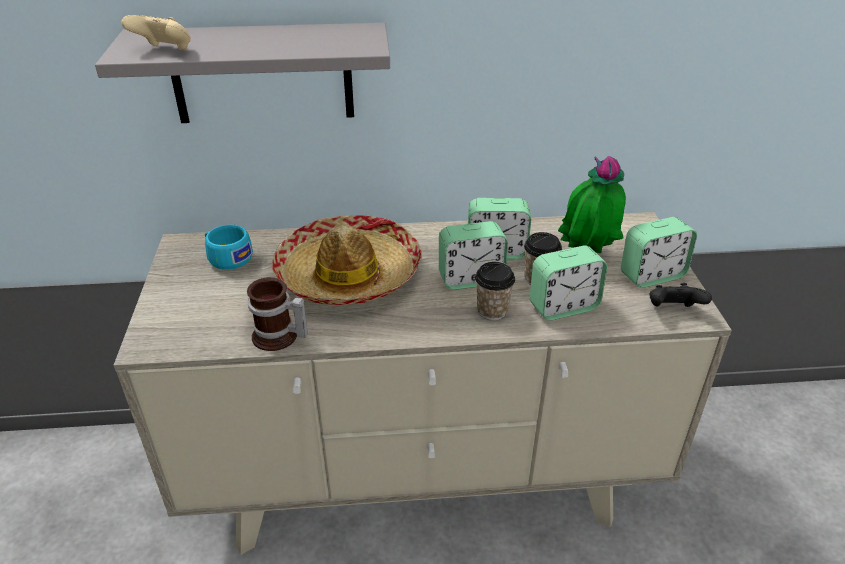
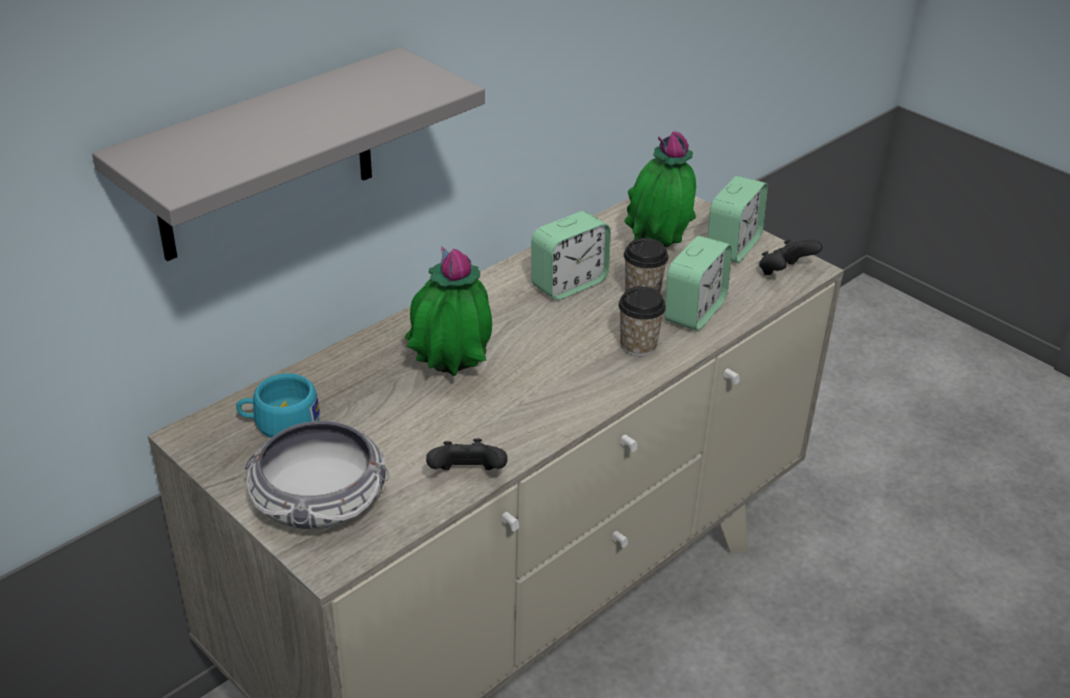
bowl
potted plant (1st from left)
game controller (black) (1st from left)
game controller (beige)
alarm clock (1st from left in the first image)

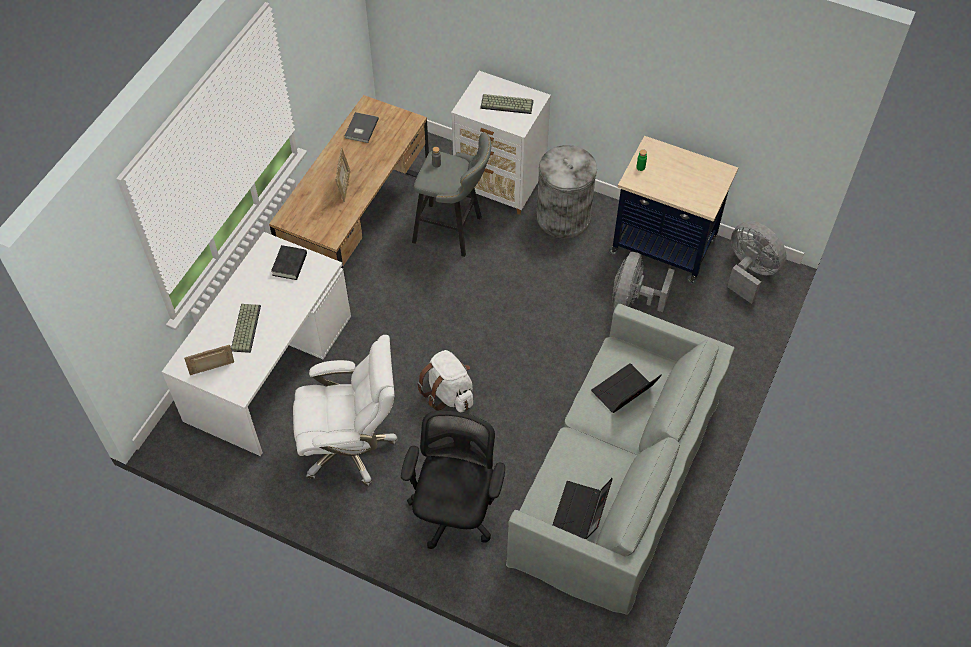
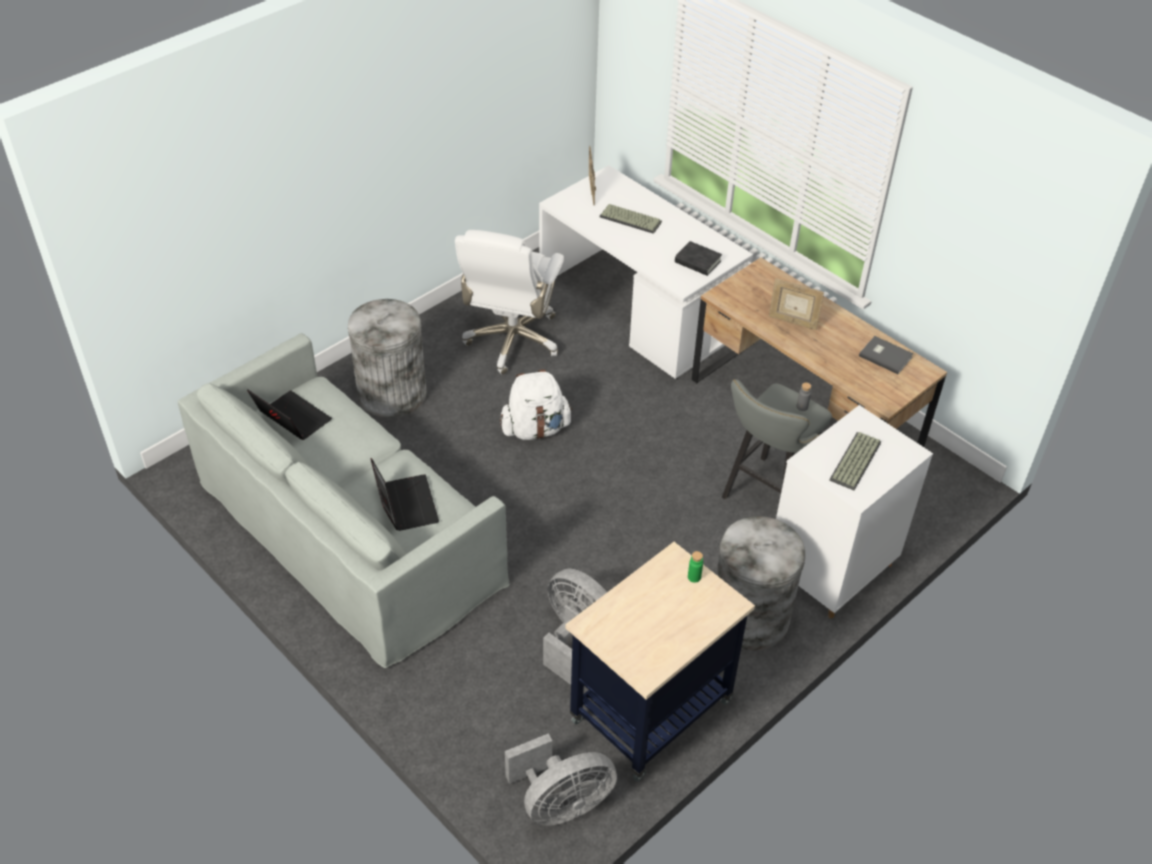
trash can (grey) (1st from left)

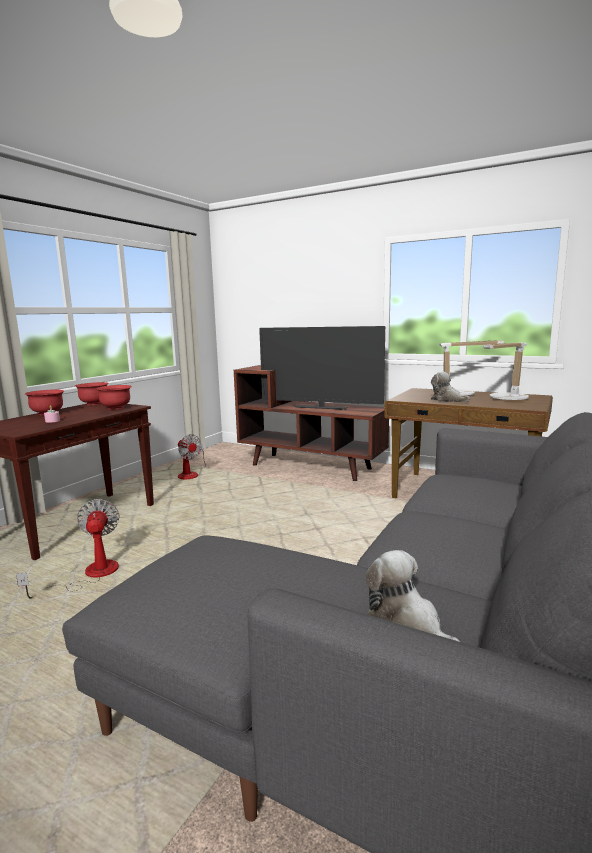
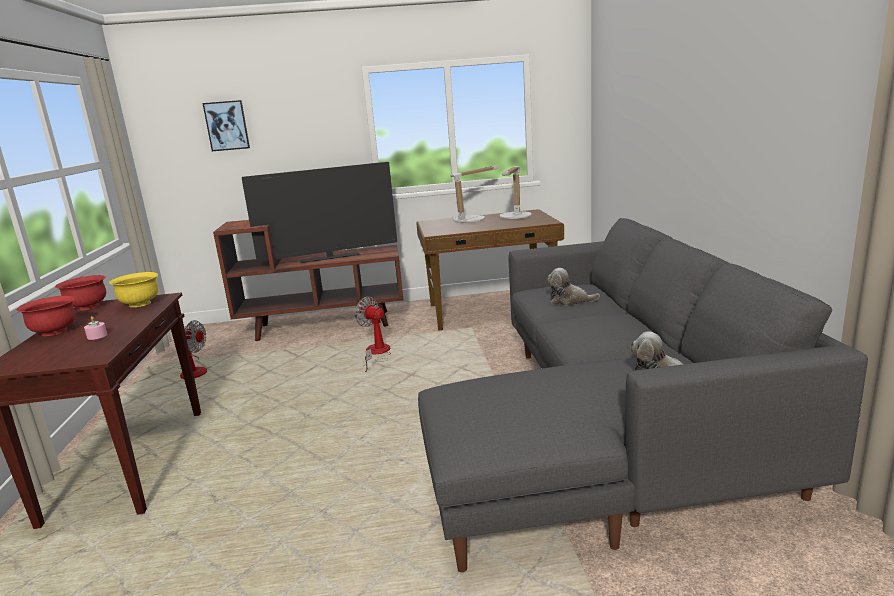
bowl (yellow)
picture
fan (2nd from left)
plush toy (1st from left)

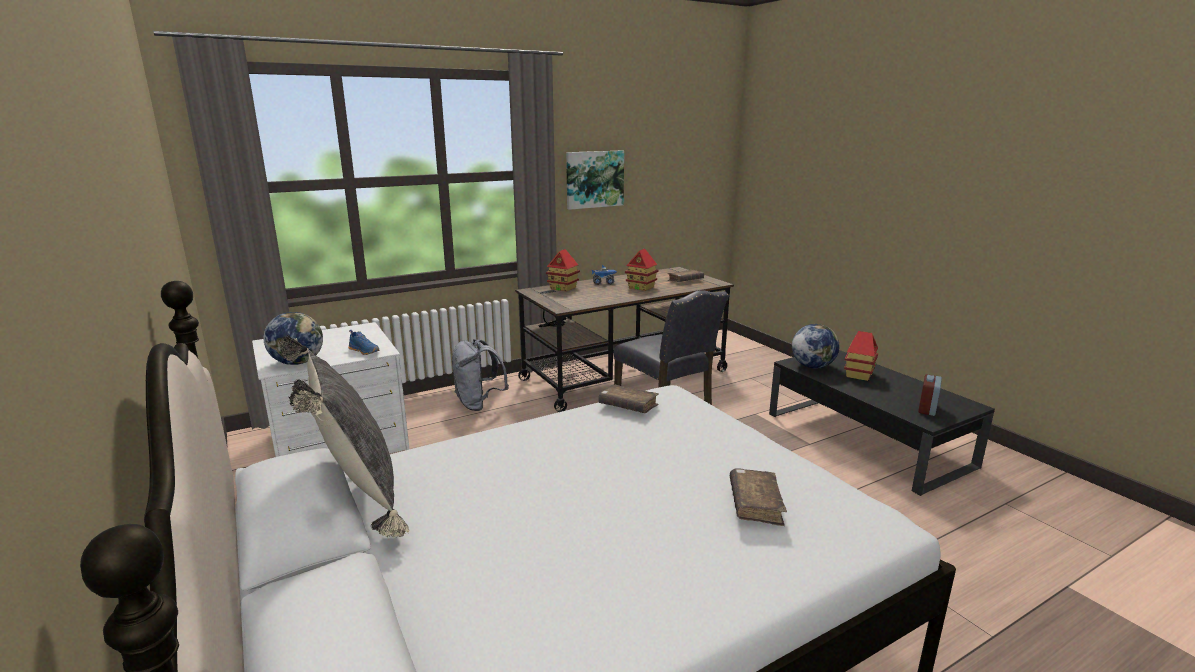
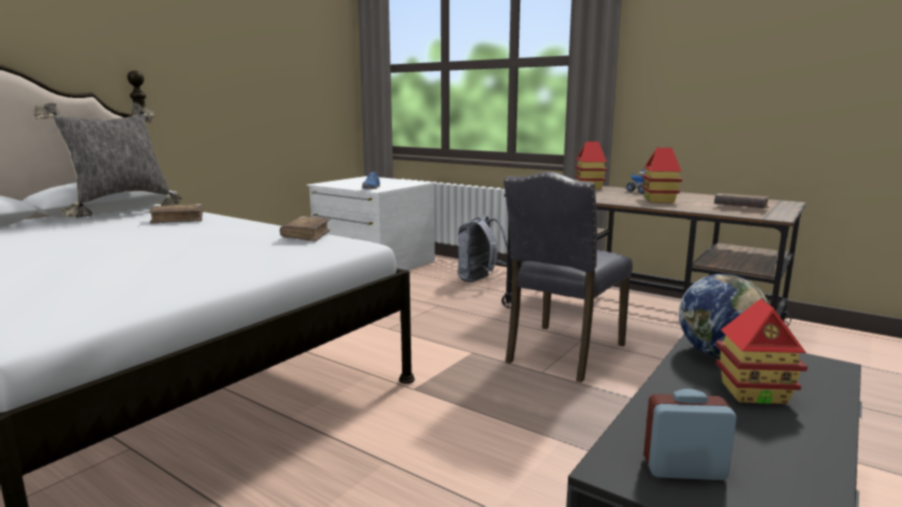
book (brown) (1st from left)
globe (1st from left in the first image)
picture

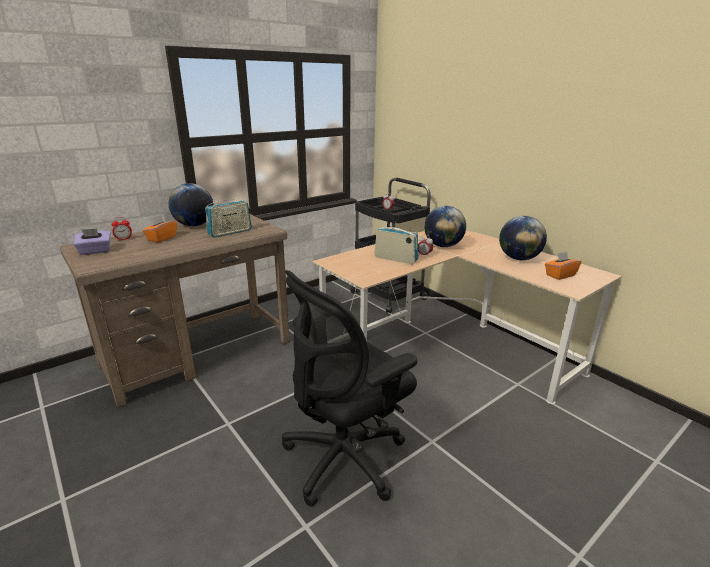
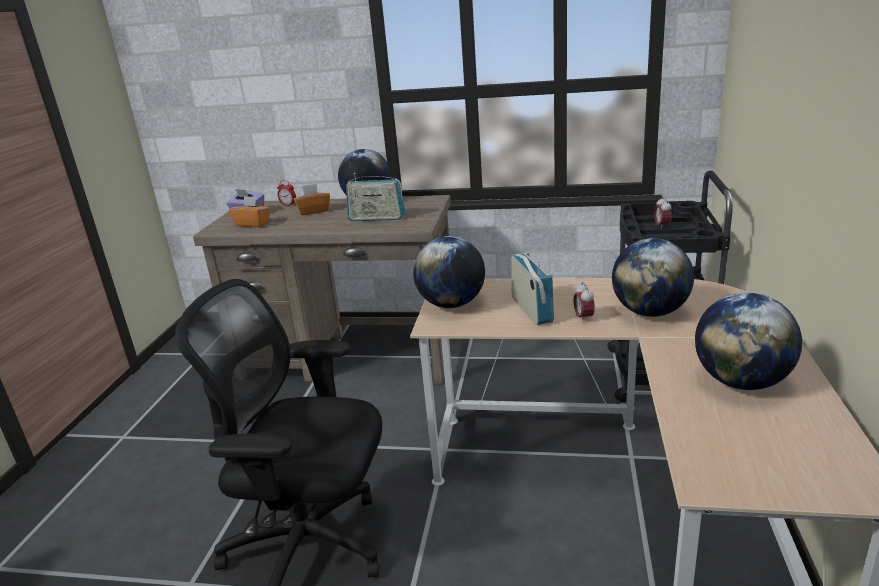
tissue box (orange) (1st from left)
globe (2nd from left)

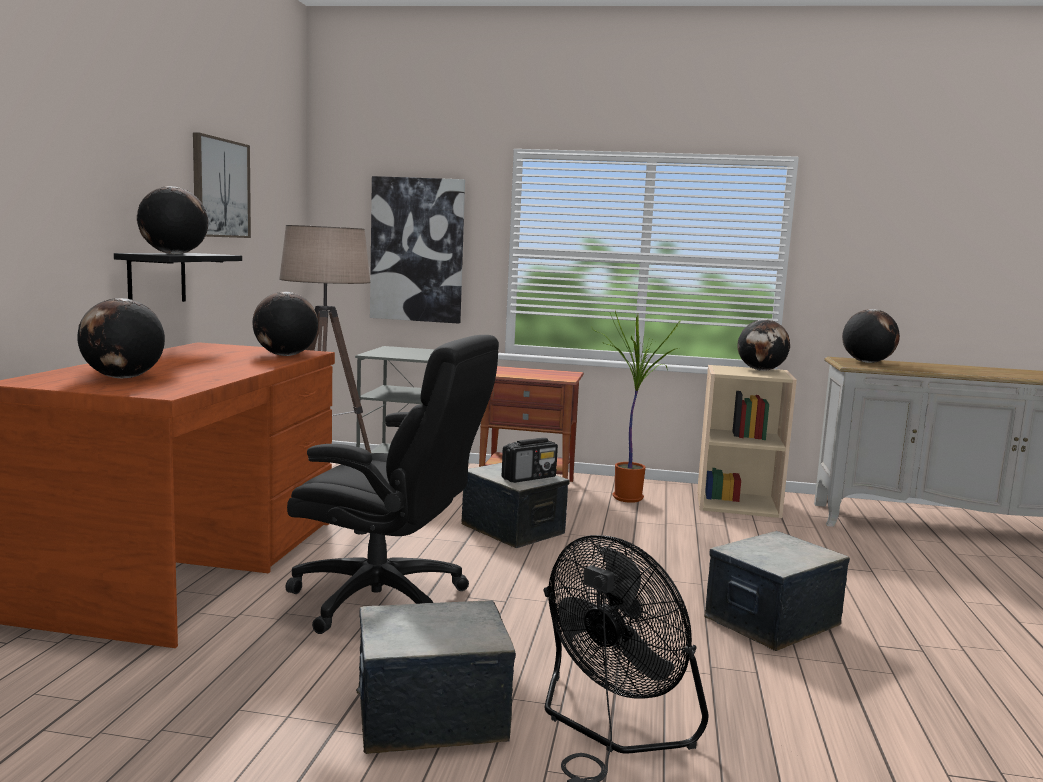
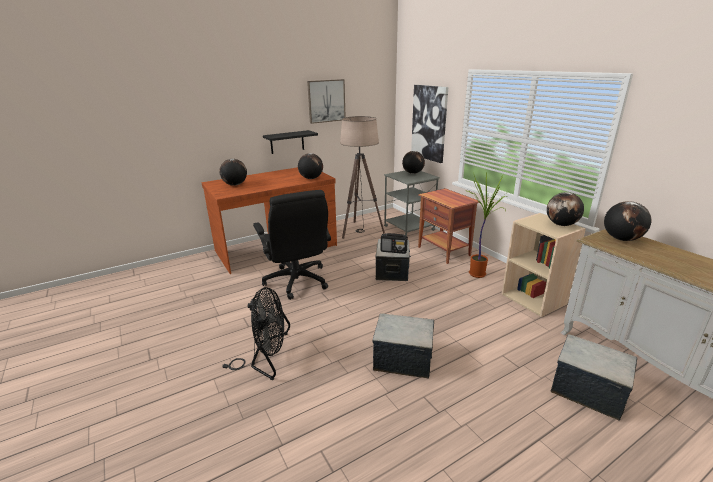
globe (3rd from left)
storage box (3rd from left)

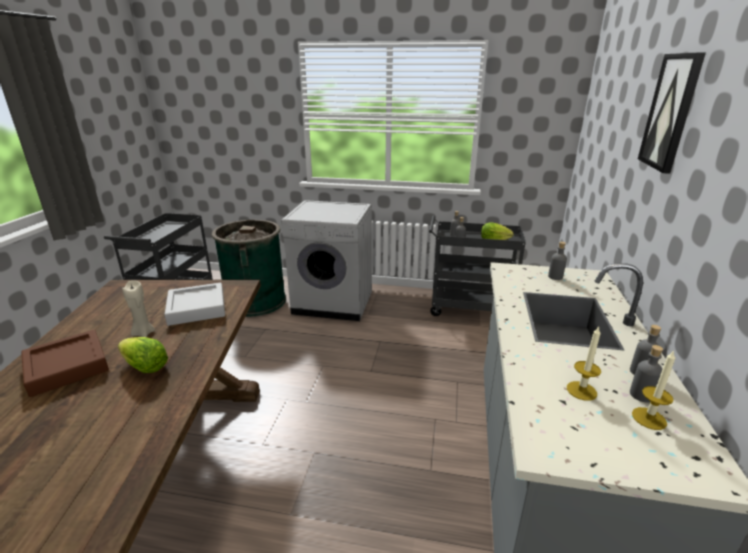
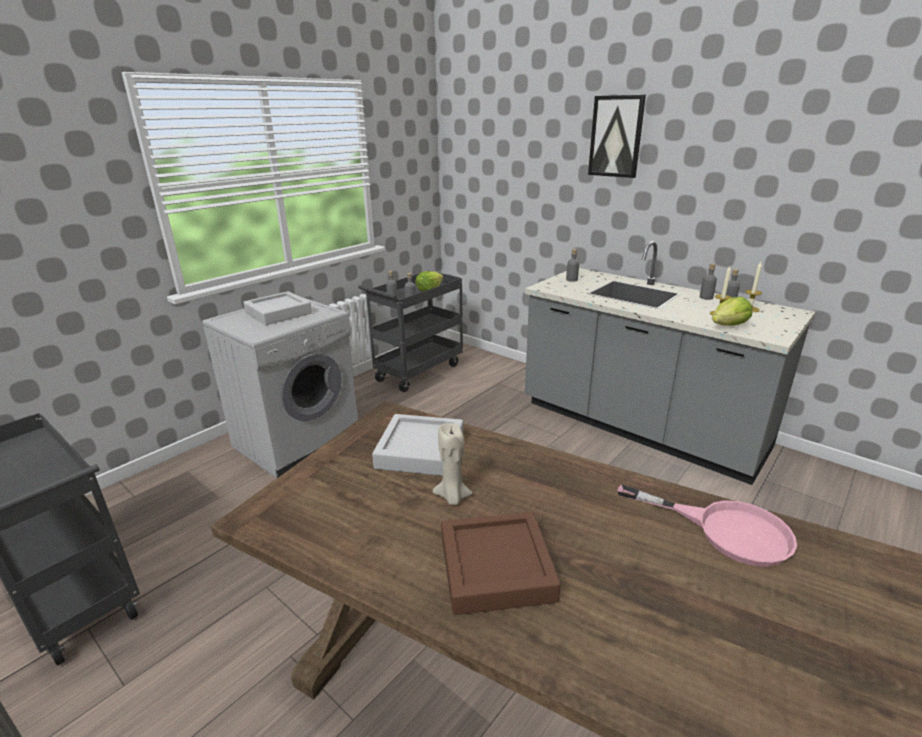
tray (grey) (1st from left)
frying pan (pink)
lettuce (2nd from left)
trash can (green)

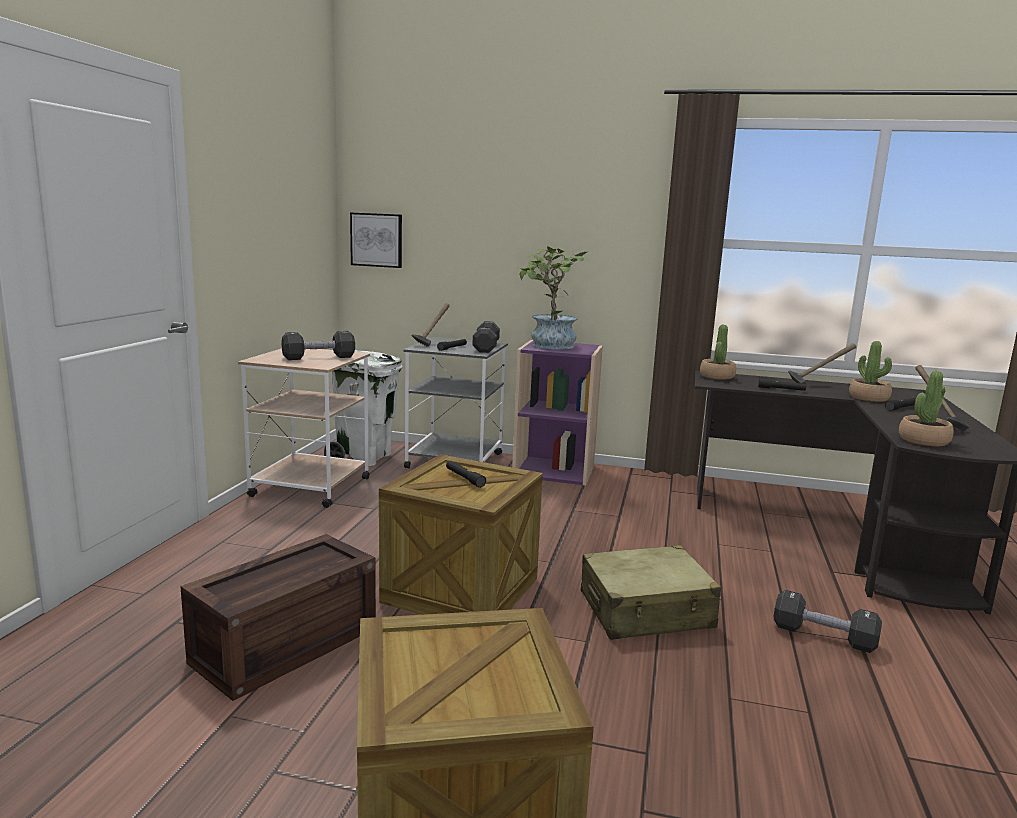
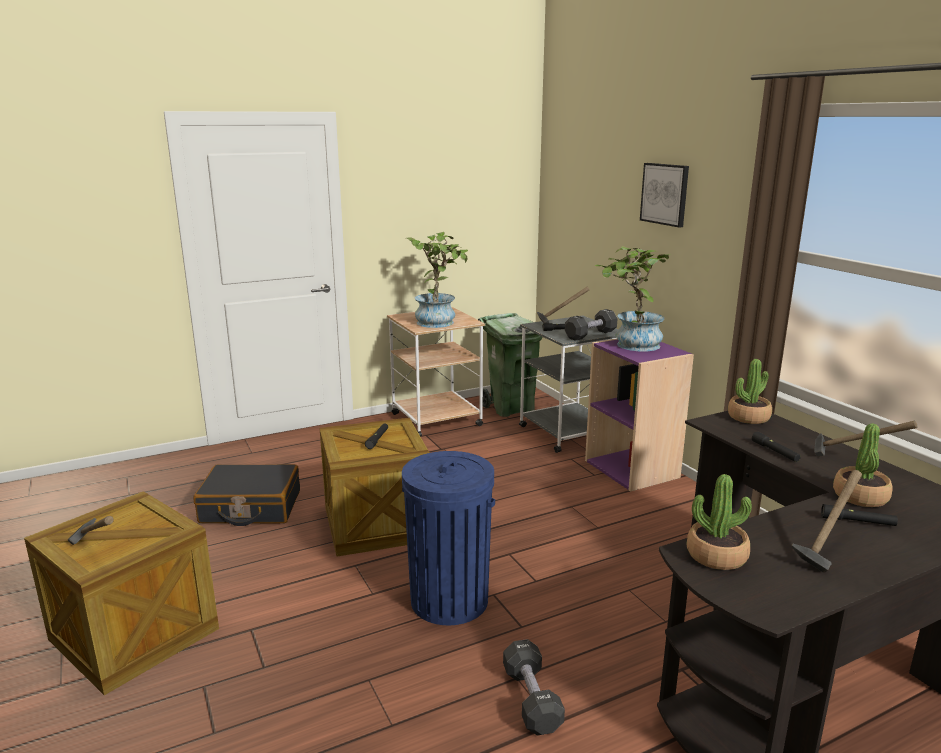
hammer (1st from left)
suitcase (black)
trash can (blue)
potted plant (1st from left)
trash can (green)
picture

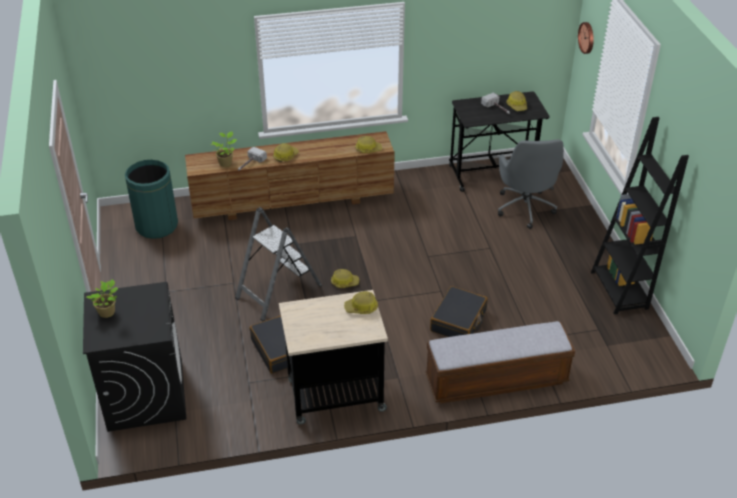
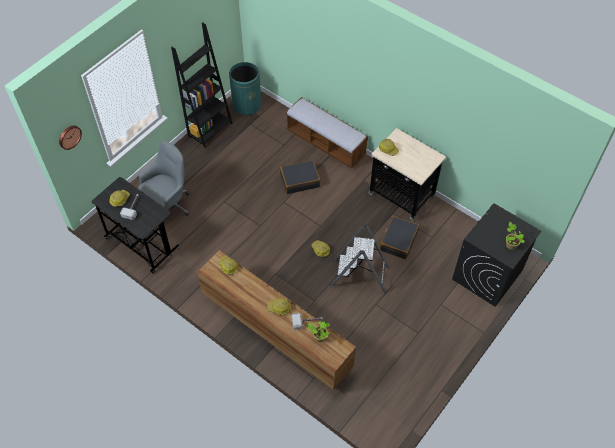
trash can (green)

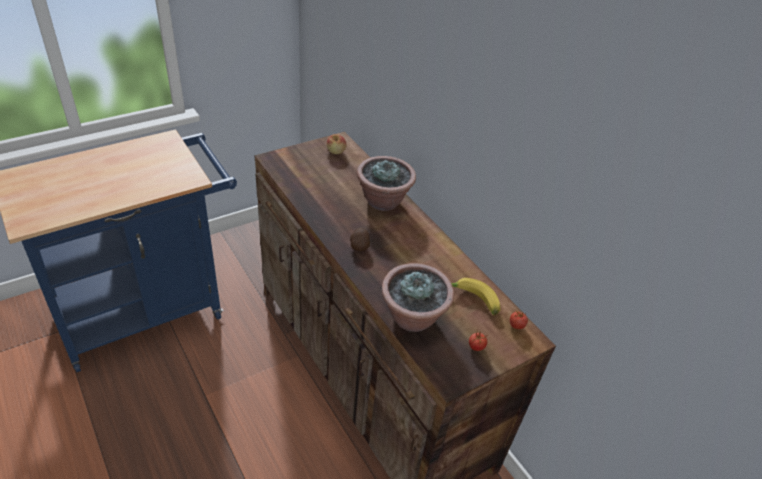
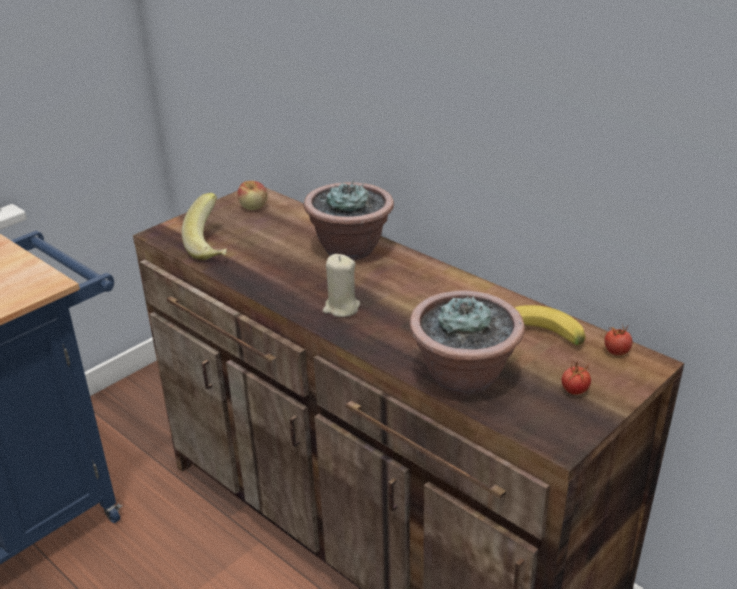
banana (1st from left)
candle (beige)

